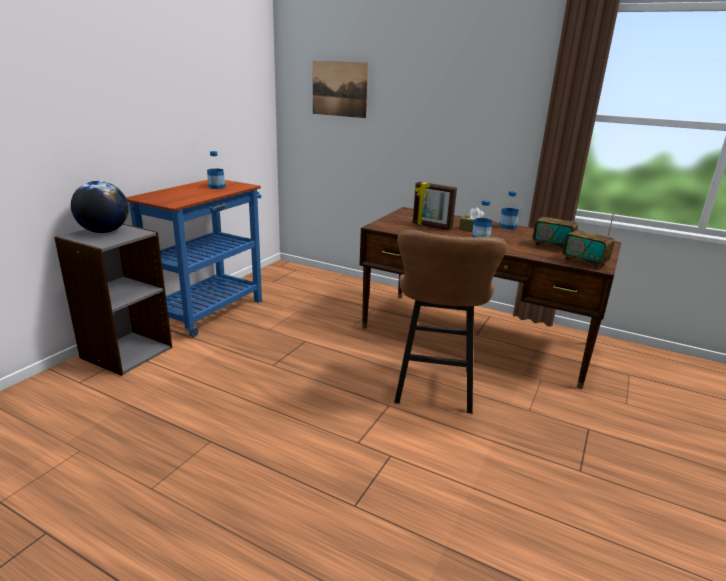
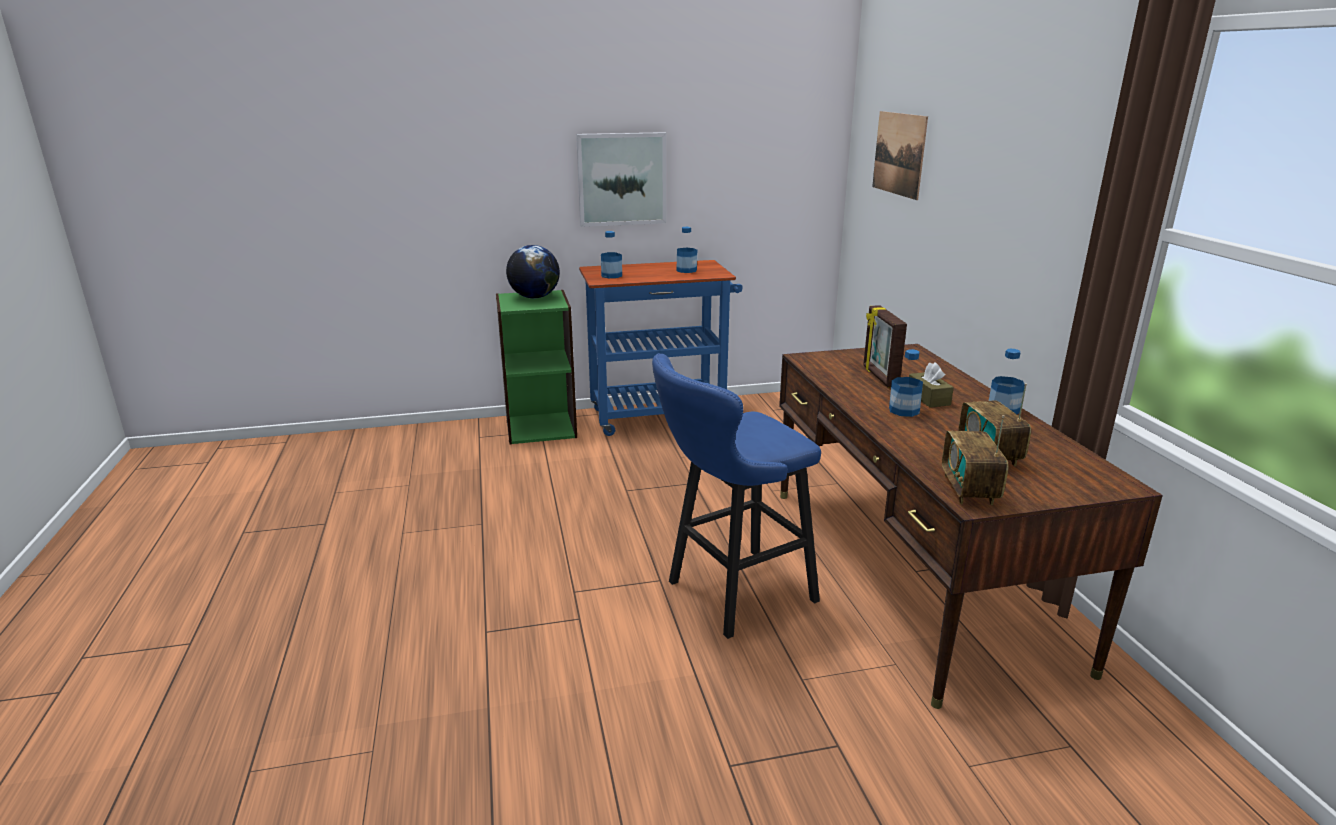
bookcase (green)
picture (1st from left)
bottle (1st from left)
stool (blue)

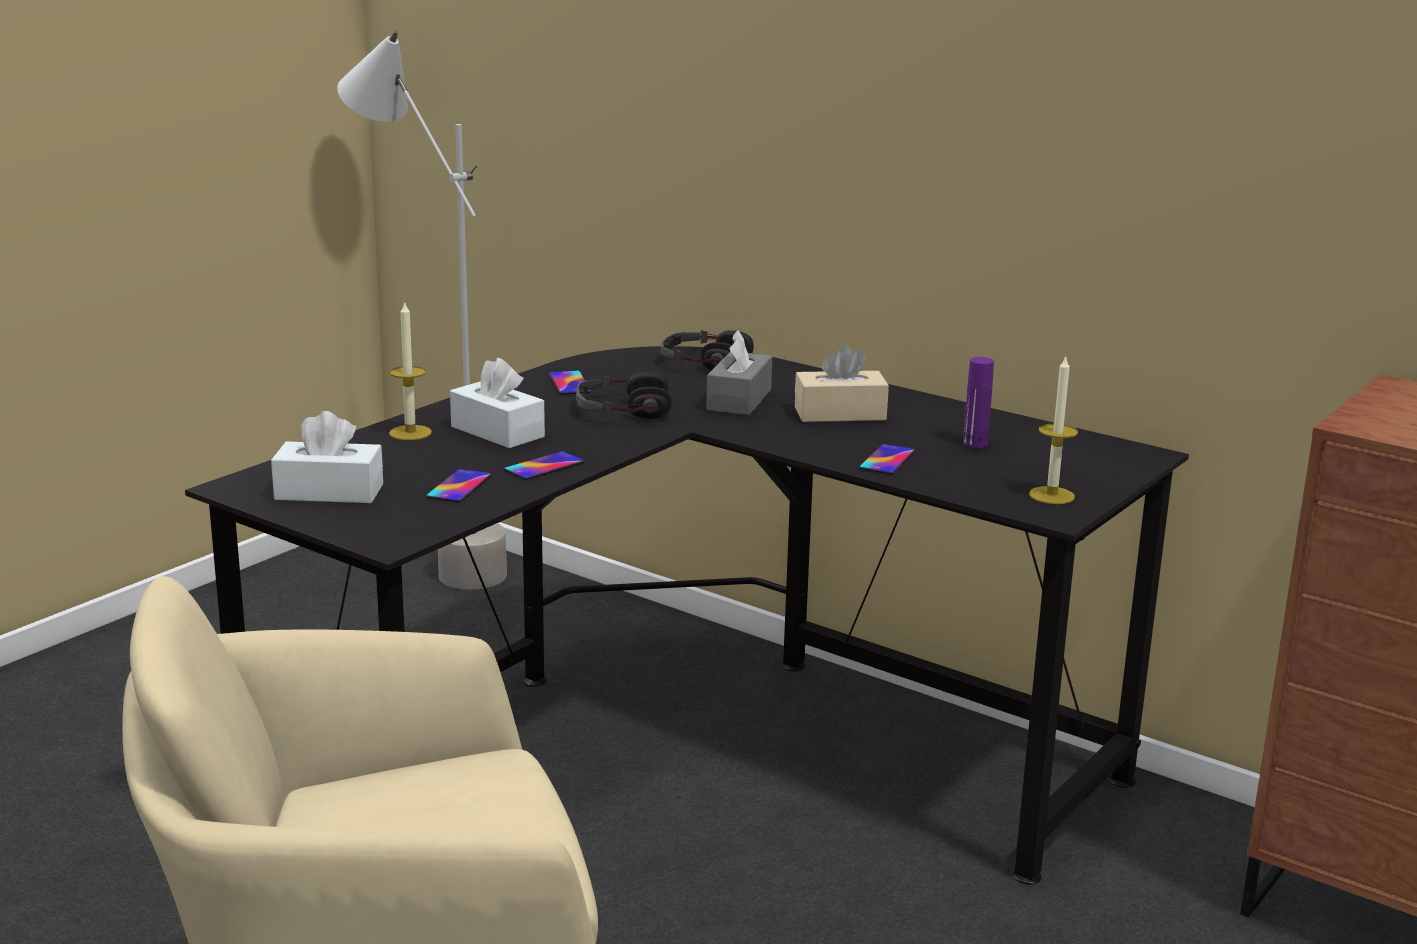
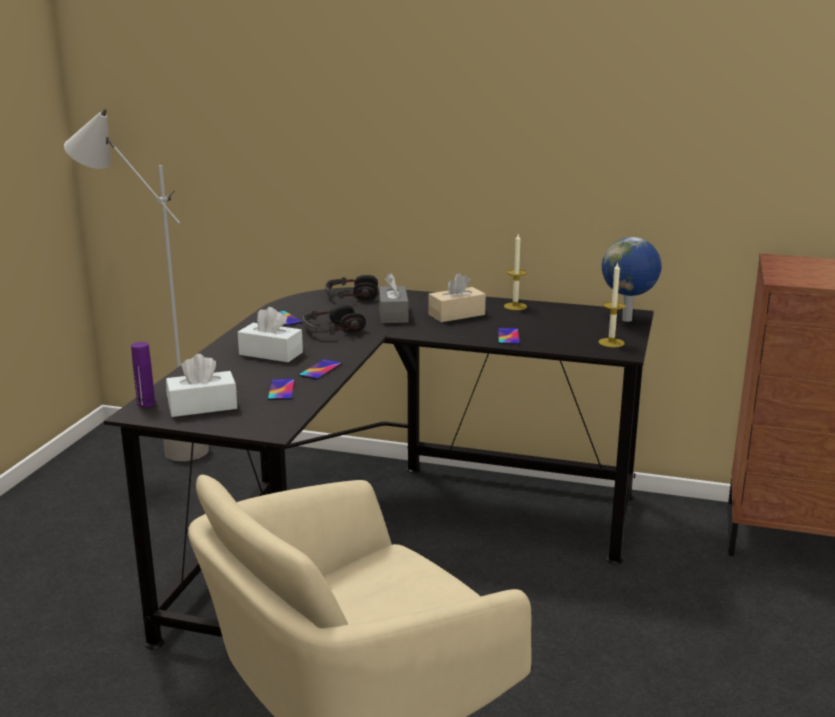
bottle (purple)
candle (1st from left)
globe

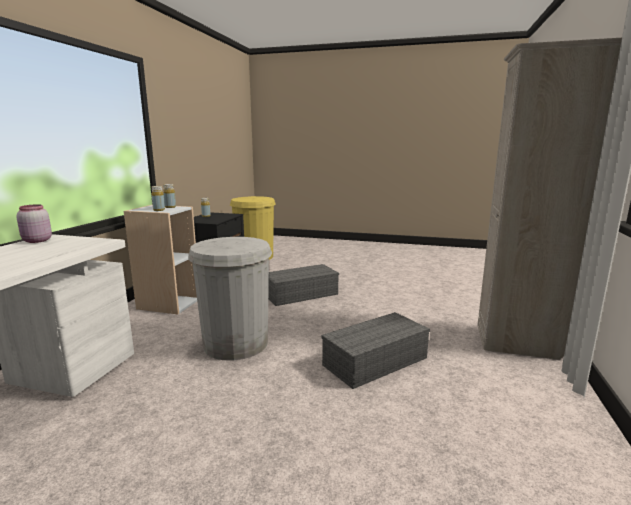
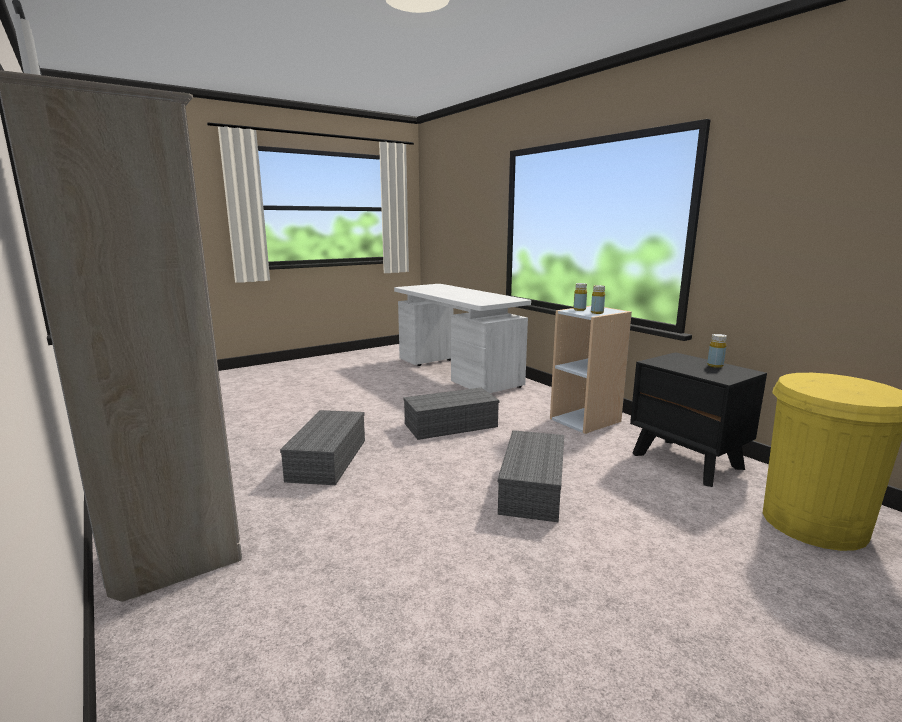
storage box (grey) (2nd from left)
jar (pink)

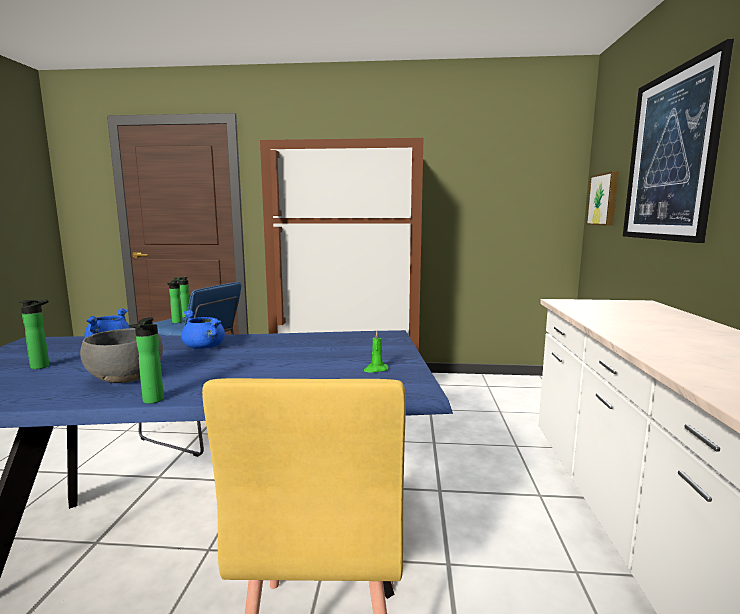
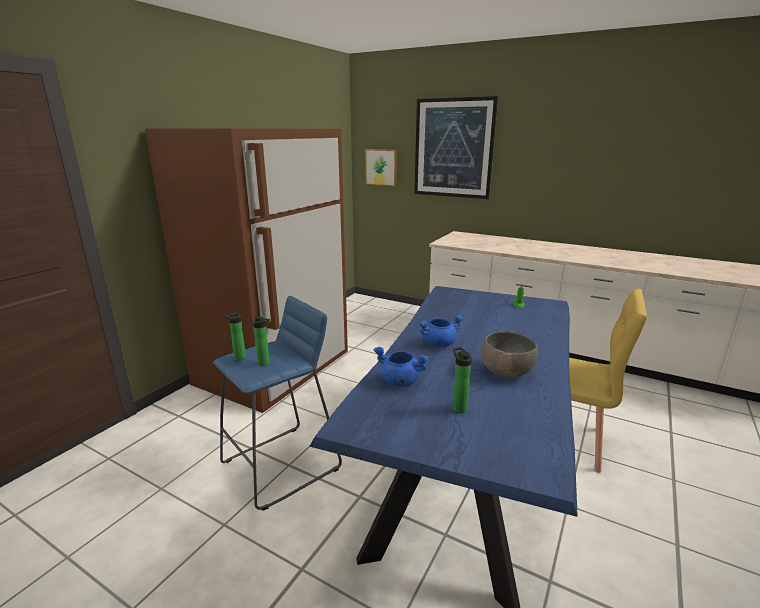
bottle (2nd from left in the first image)

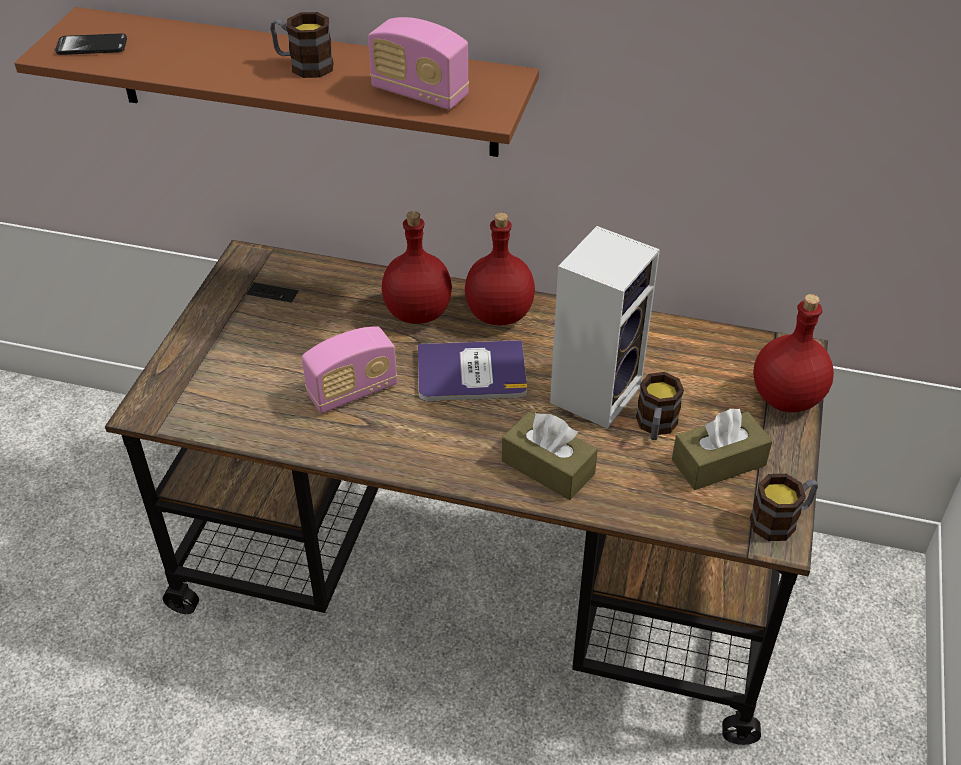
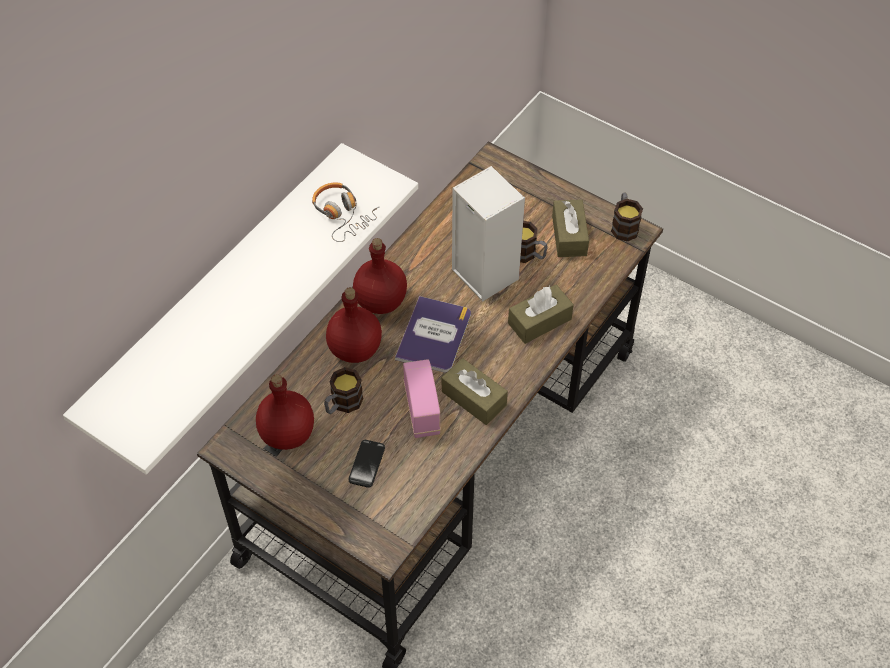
shelf (white)
bottle (red) (1st from left)
headphones
mug (1st from left)
phone
tissue box (brown) (1st from left)

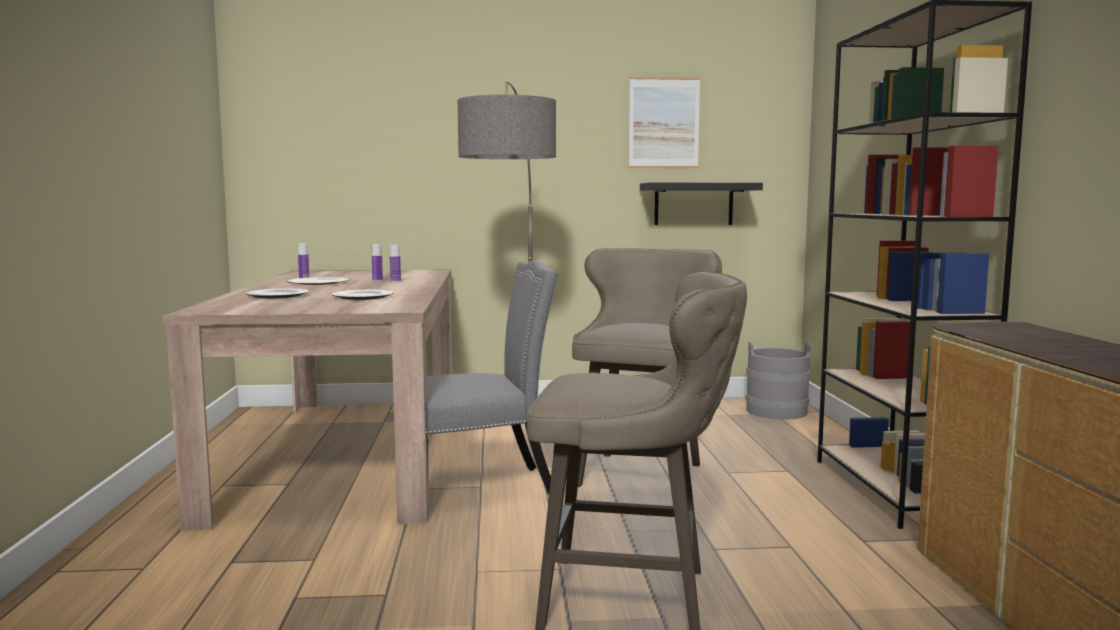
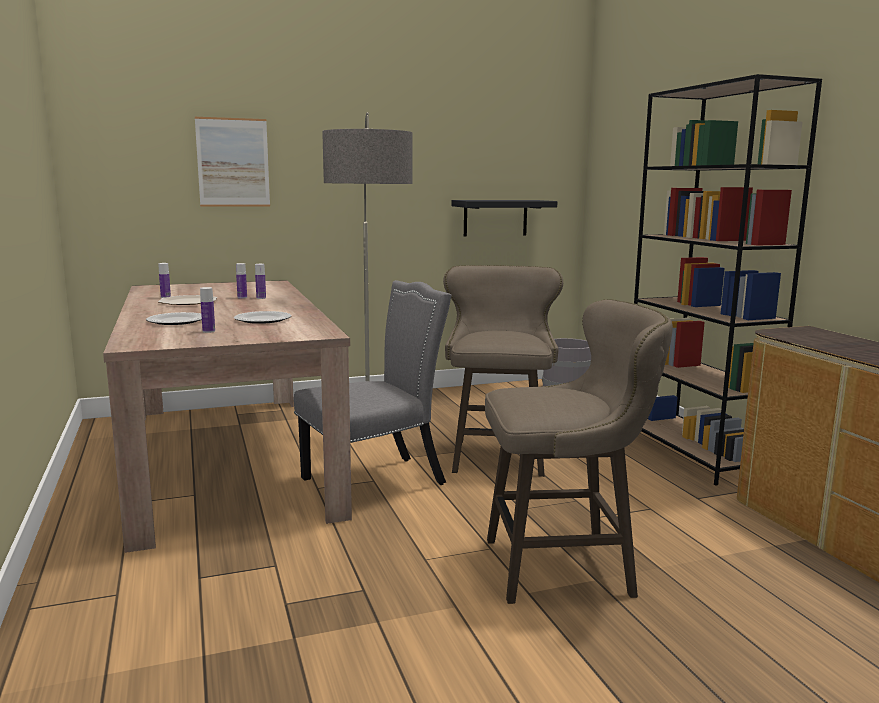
picture
bottle (2nd from left)

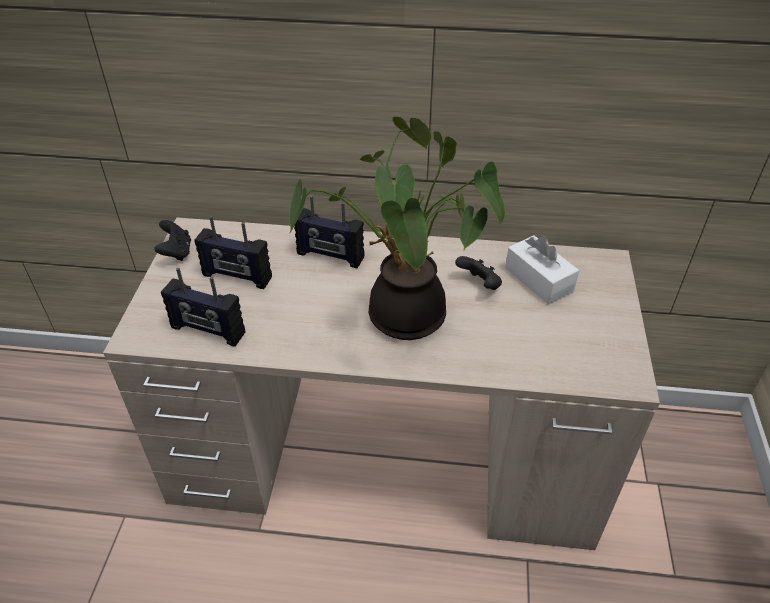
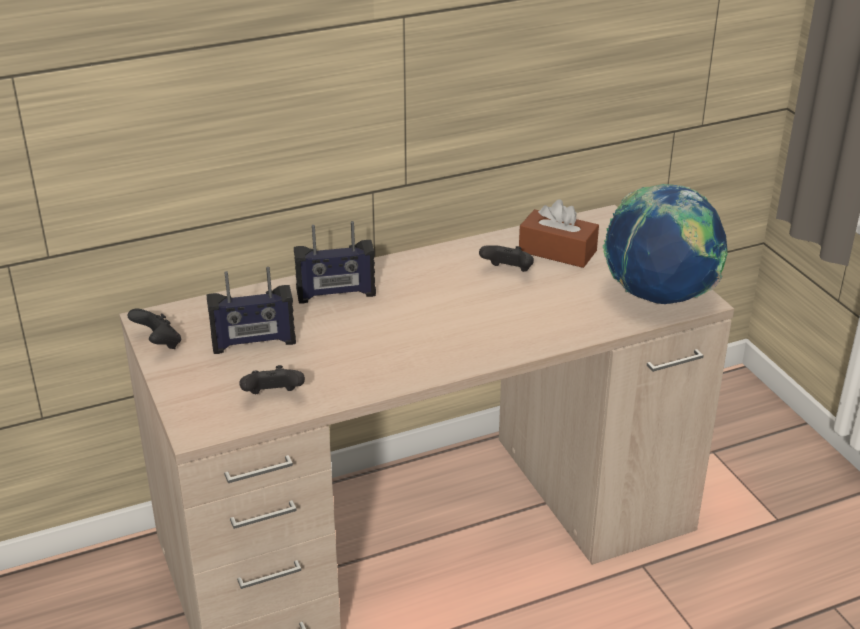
game controller (black) (2nd from left)
tissue box (brown)
globe
potted plant

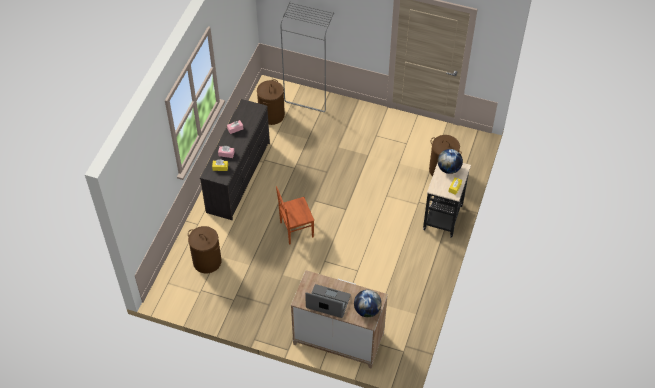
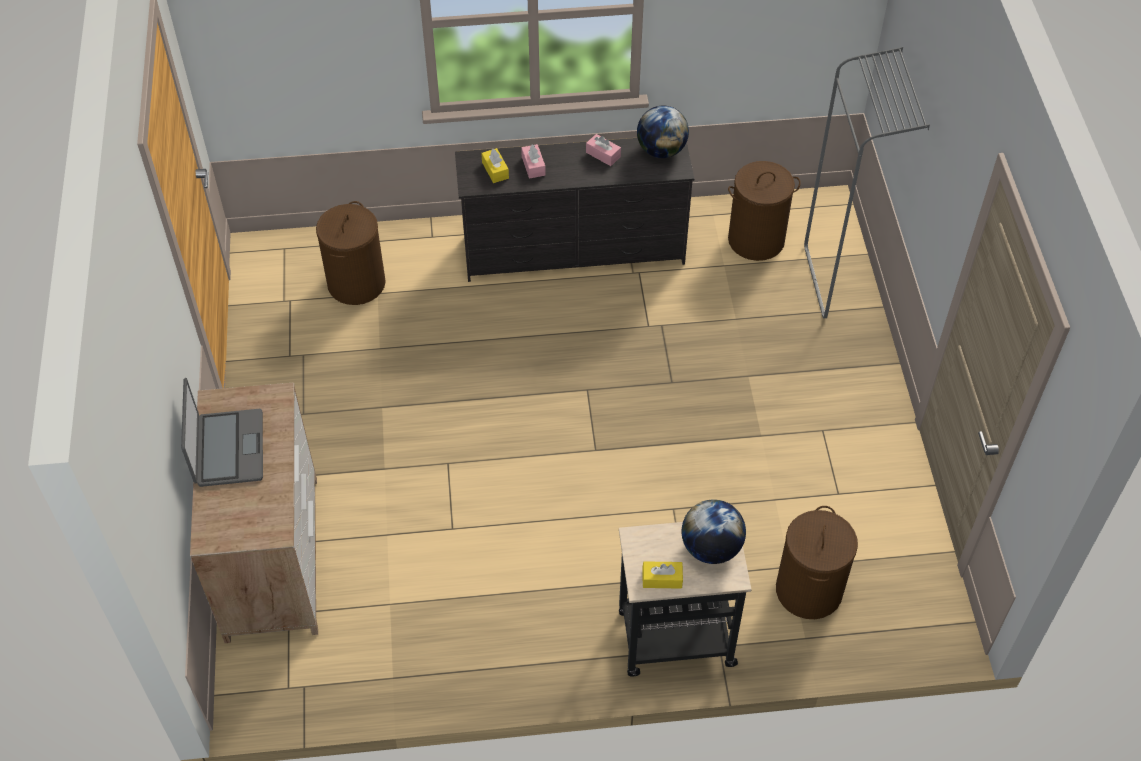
globe (1st from left)
chair (brown)

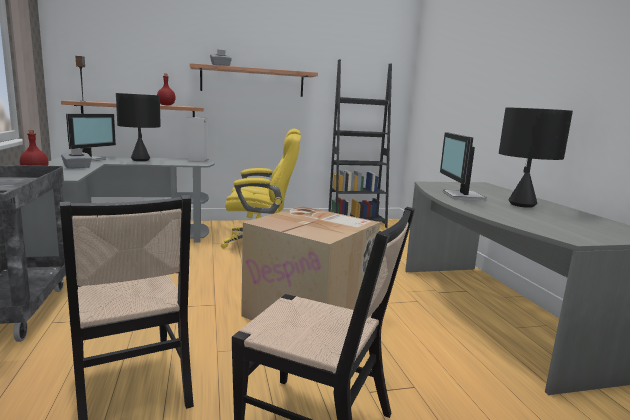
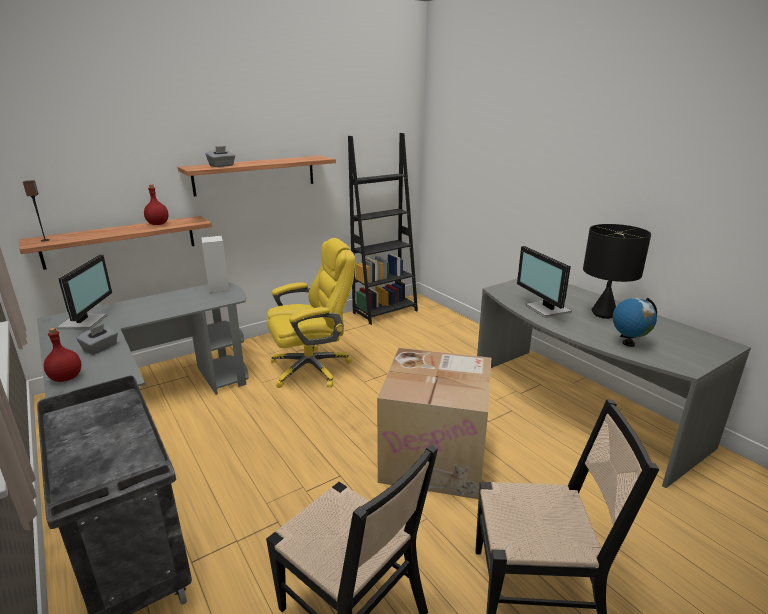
globe
table lamp (black) (1st from left in the first image)

